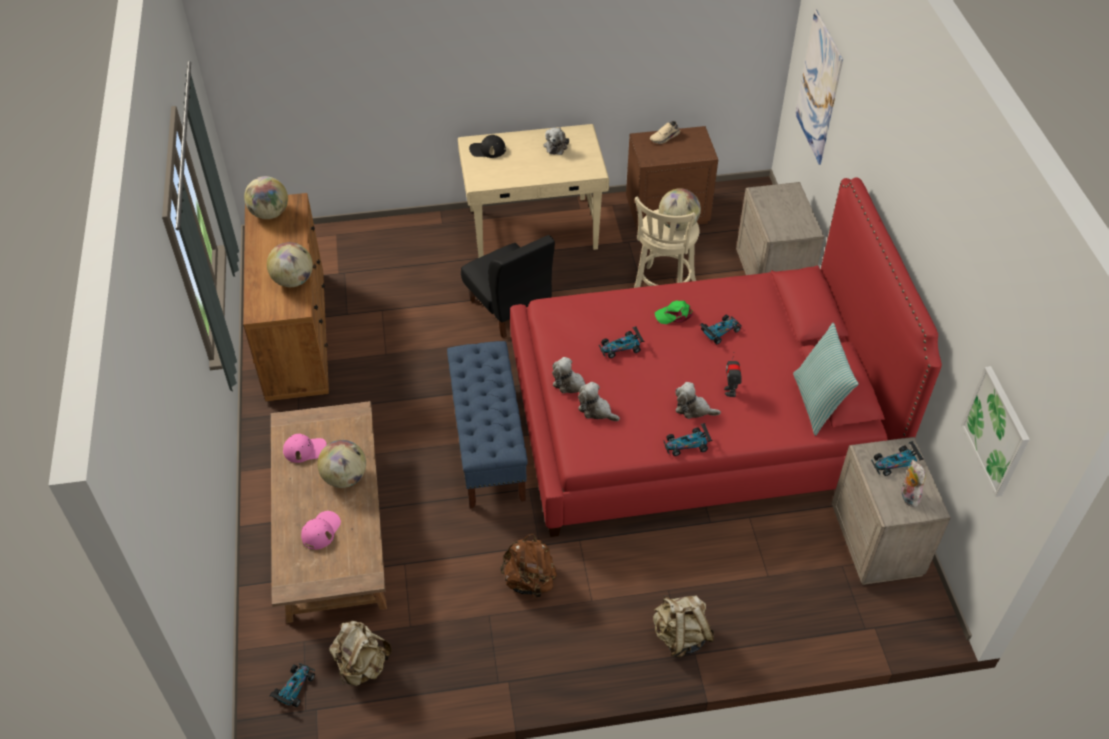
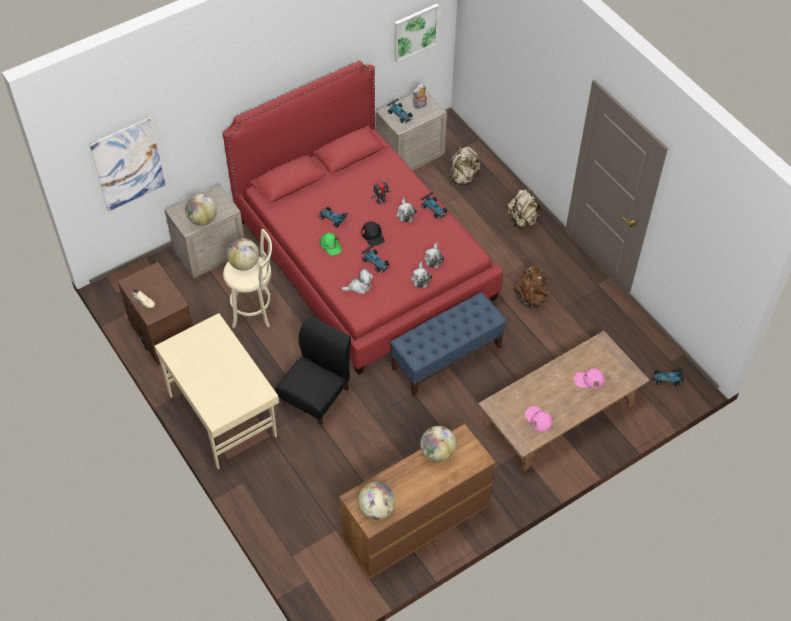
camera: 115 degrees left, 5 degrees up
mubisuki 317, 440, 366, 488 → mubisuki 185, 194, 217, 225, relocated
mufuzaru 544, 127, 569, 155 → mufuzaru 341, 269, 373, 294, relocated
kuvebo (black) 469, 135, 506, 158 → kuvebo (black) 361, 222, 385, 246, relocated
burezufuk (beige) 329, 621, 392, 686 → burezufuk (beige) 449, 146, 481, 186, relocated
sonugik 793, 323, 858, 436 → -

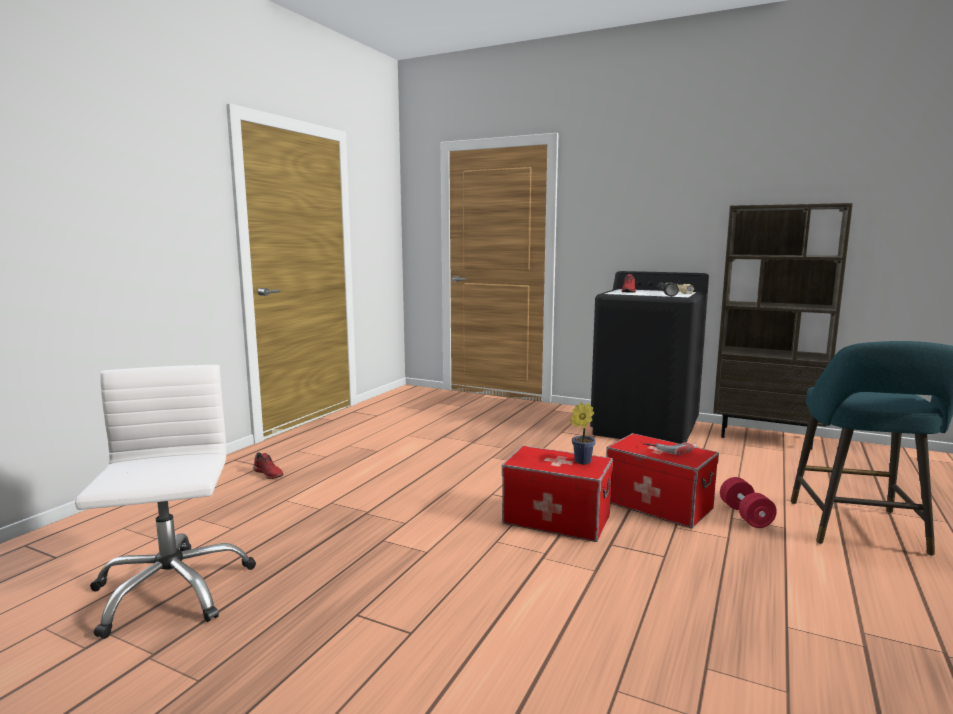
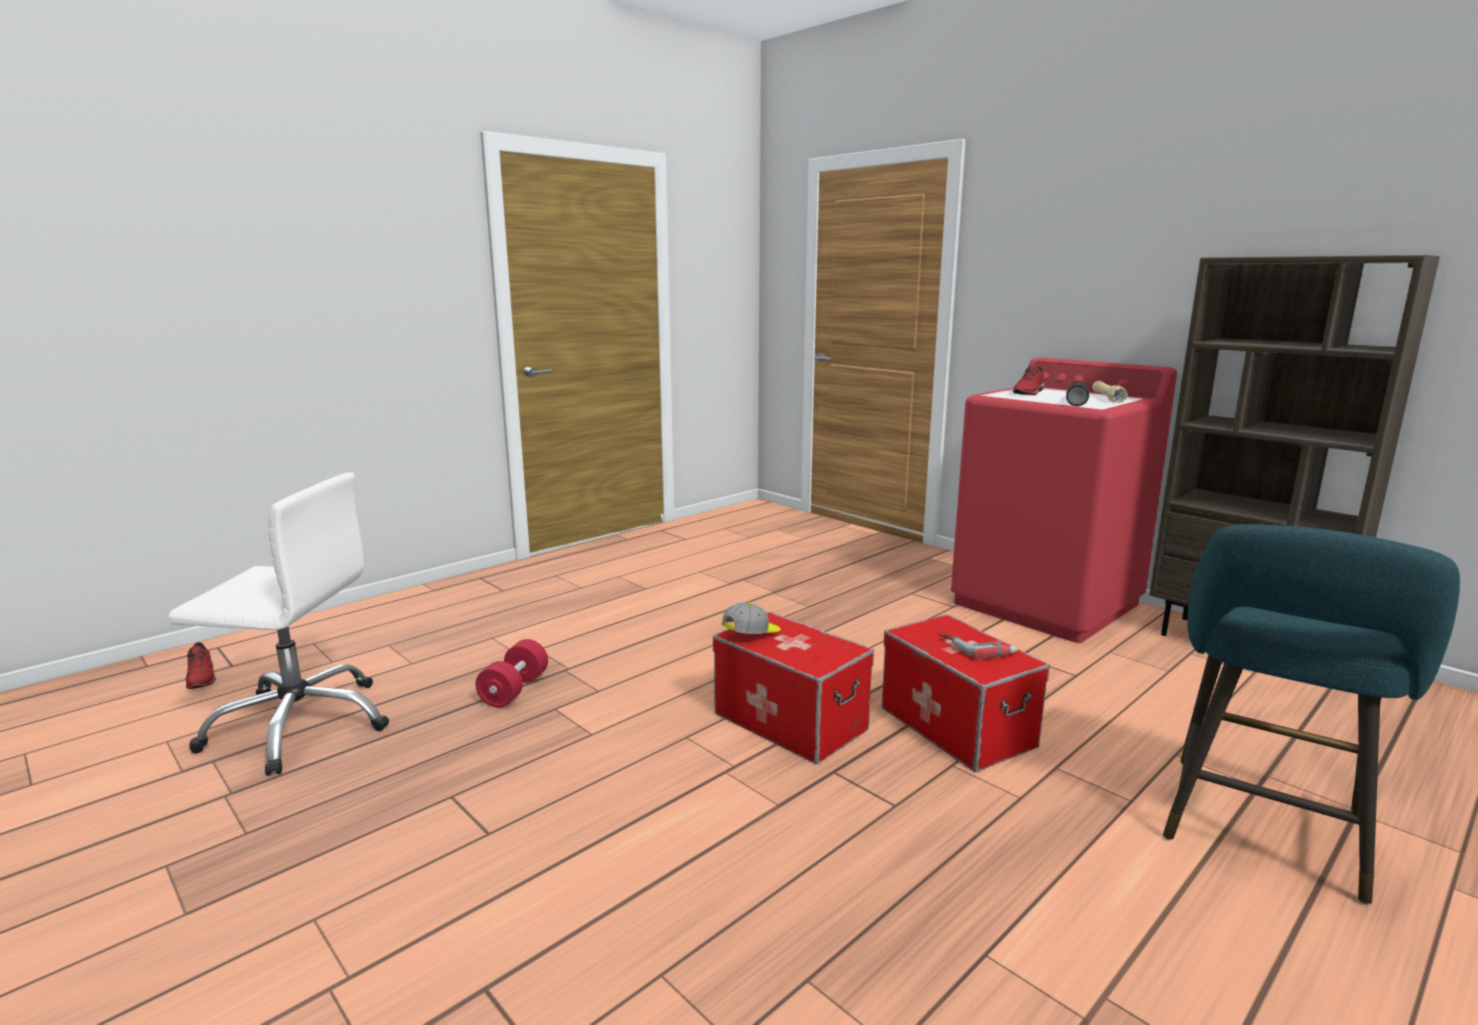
camera: 20 degrees right, 5 degrees up
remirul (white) 75, 365, 256, 639 → remirul (white) 168, 472, 389, 776, 90 degrees clockwise
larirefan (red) 253, 452, 284, 479 → larirefan (red) 186, 642, 216, 689, relocated
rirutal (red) 720, 477, 777, 528 → rirutal (red) 476, 639, 548, 708, relocated
- → kuvebo 722, 602, 781, 634
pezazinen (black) 590, 271, 709, 444 → pezazinen (red) 951, 358, 1177, 643
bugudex 570, 403, 596, 464 → -

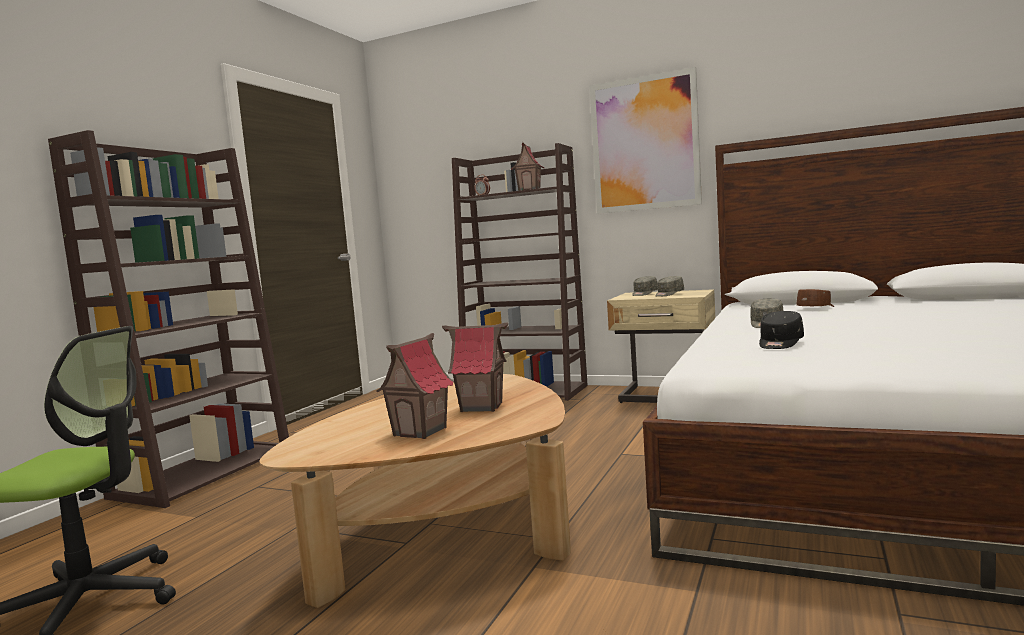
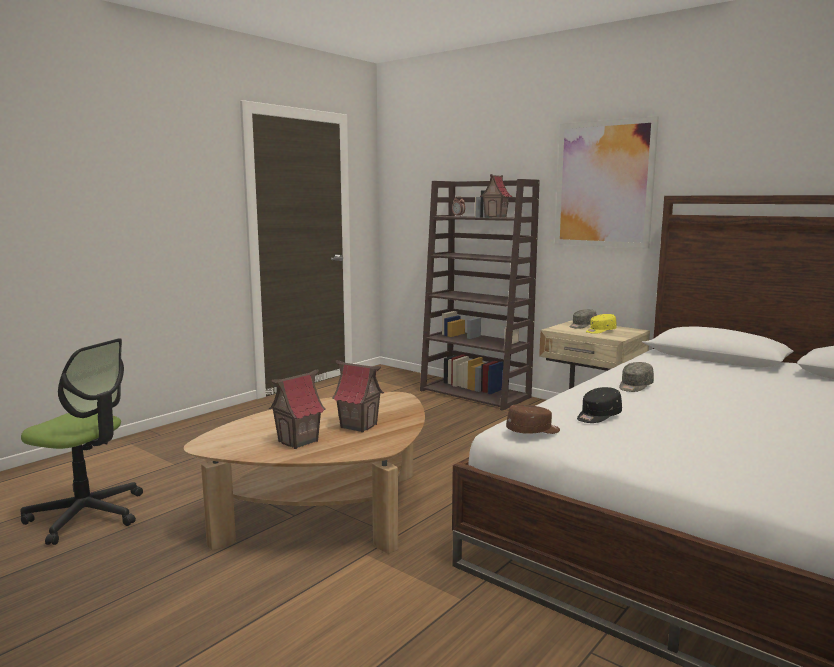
camera: 15 degrees right, 5 degrees up
kuvebo (brown) 797, 289, 834, 307 → kuvebo (brown) 506, 404, 560, 434, relocated
kuvebo (grey) 655, 276, 684, 296 → kuvebo (yellow) 586, 314, 617, 334
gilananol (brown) 48, 130, 289, 508 → -

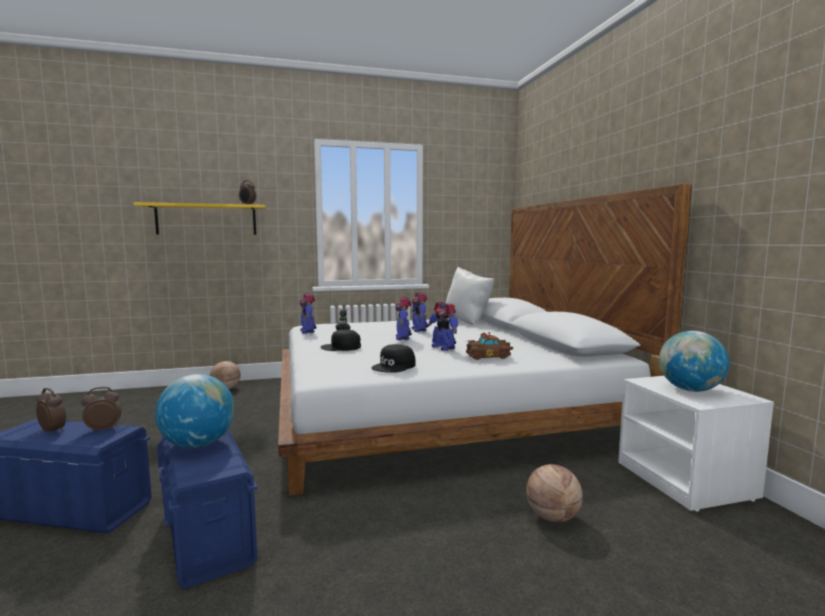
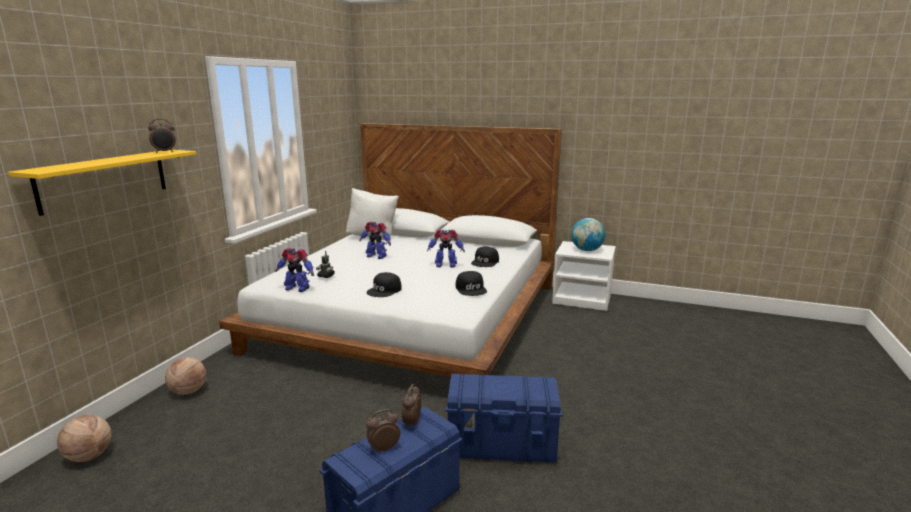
camera: 55 degrees left, 10 degrees up
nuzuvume 526, 464, 583, 522 → nuzuvume 57, 415, 112, 462, relocated
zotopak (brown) 466, 332, 513, 360 → kuvebo (black) 471, 247, 499, 267
mubisuki 155, 374, 235, 448 → -
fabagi 395, 297, 412, 340 → -

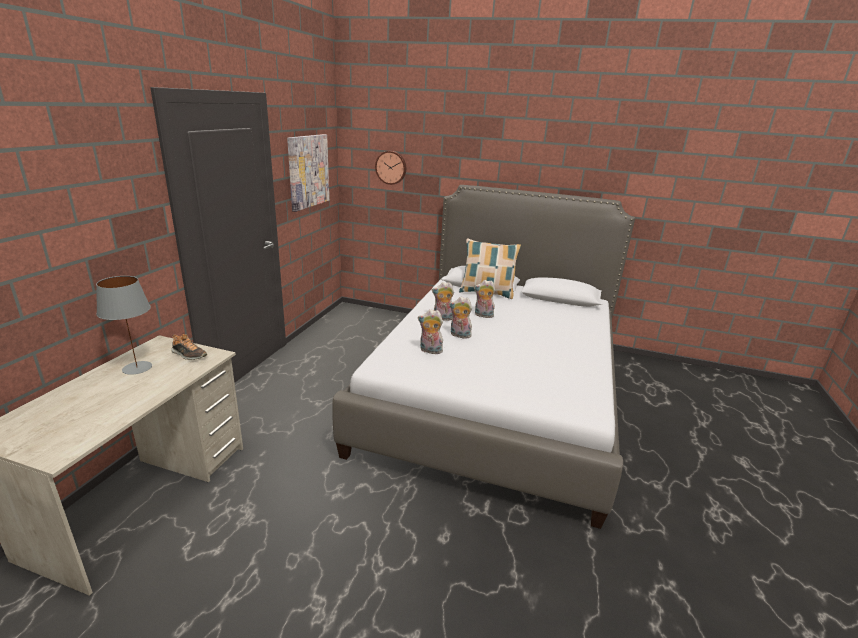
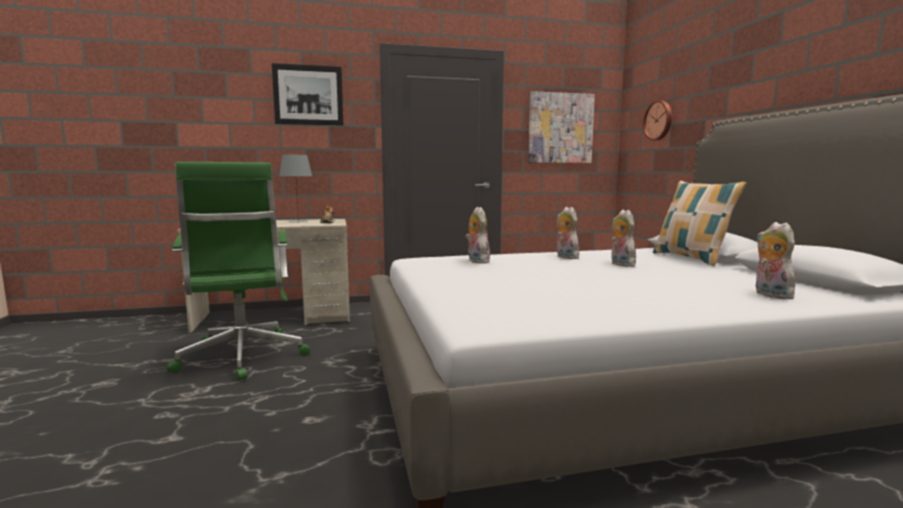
camera: 60 degrees right, 15 degrees down
- → remirul (green) 167, 162, 310, 381
- → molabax 272, 63, 343, 126
mufuzaru 449, 297, 472, 339 → mufuzaru 755, 222, 795, 299, relocated

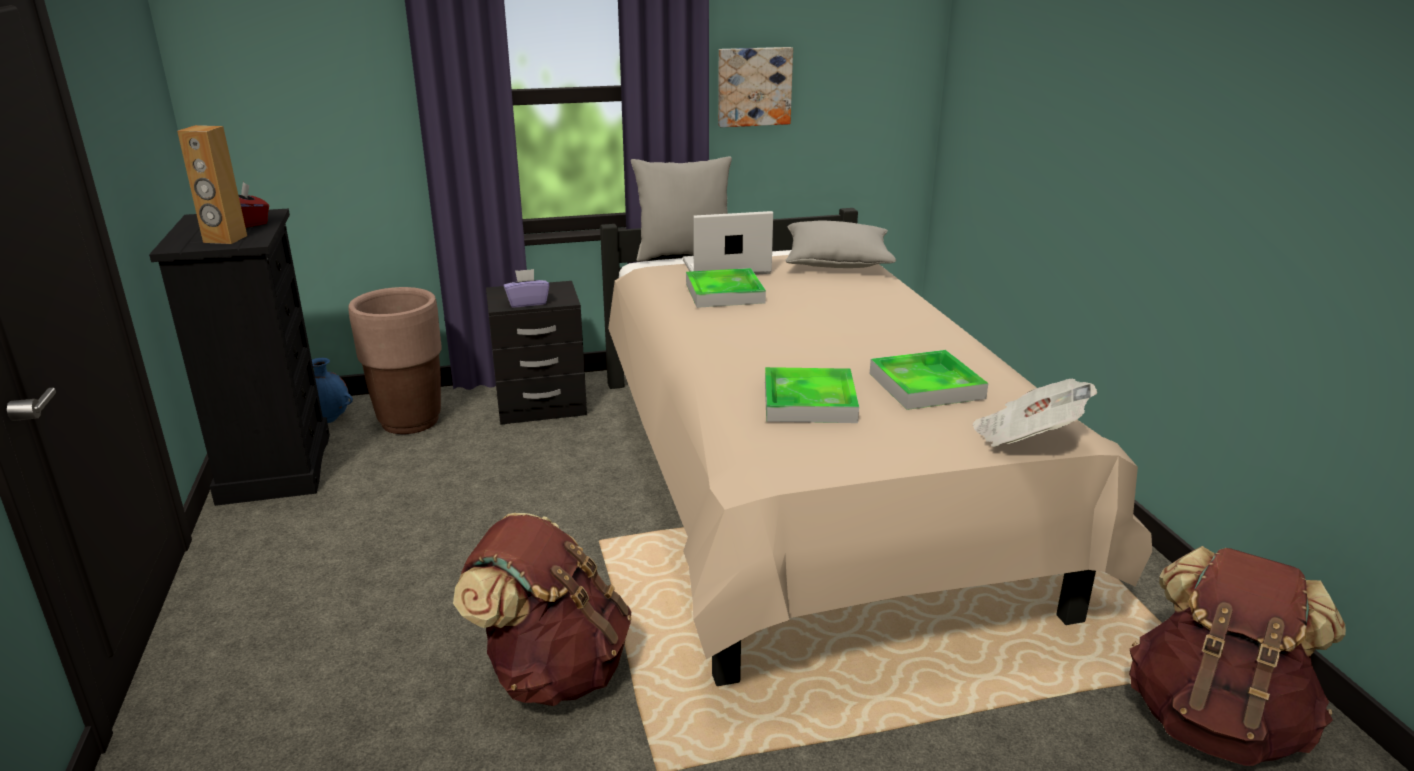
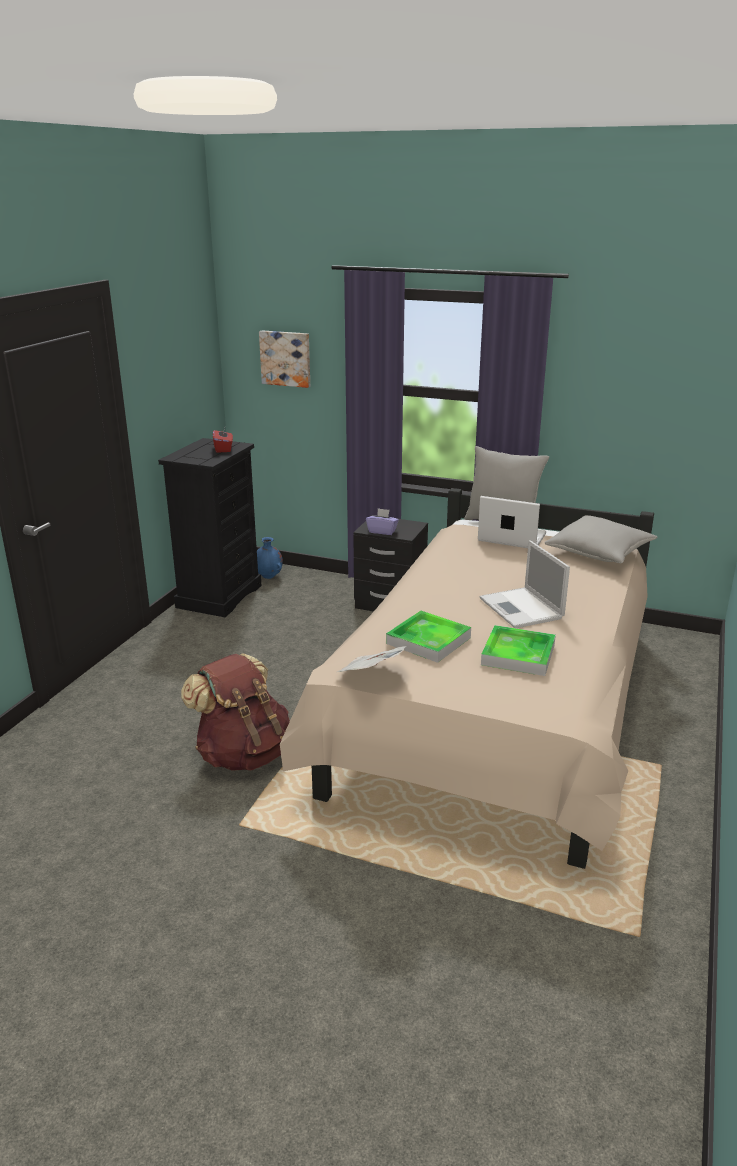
camera: 35 degrees right, 0 degrees up
molabax 718, 47, 793, 127 → molabax 259, 330, 310, 388, relocated
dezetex 972, 378, 1097, 447 → dezetex 337, 645, 410, 672, relocated
- → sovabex 480, 540, 570, 628
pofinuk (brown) 177, 125, 247, 244 → -
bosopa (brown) 348, 287, 442, 434 → -
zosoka 686, 268, 766, 308 → -
burezufuk (brown) 1129, 546, 1346, 766 → -

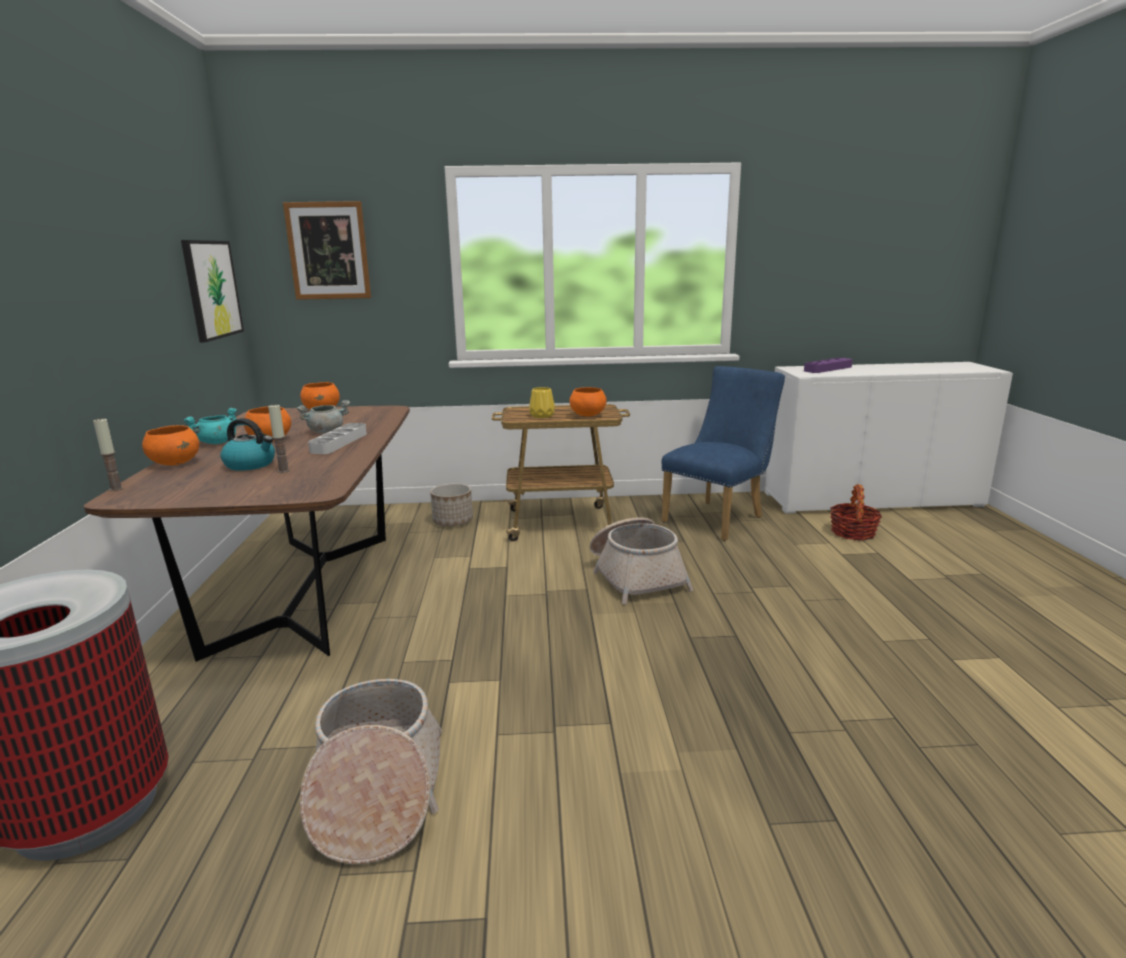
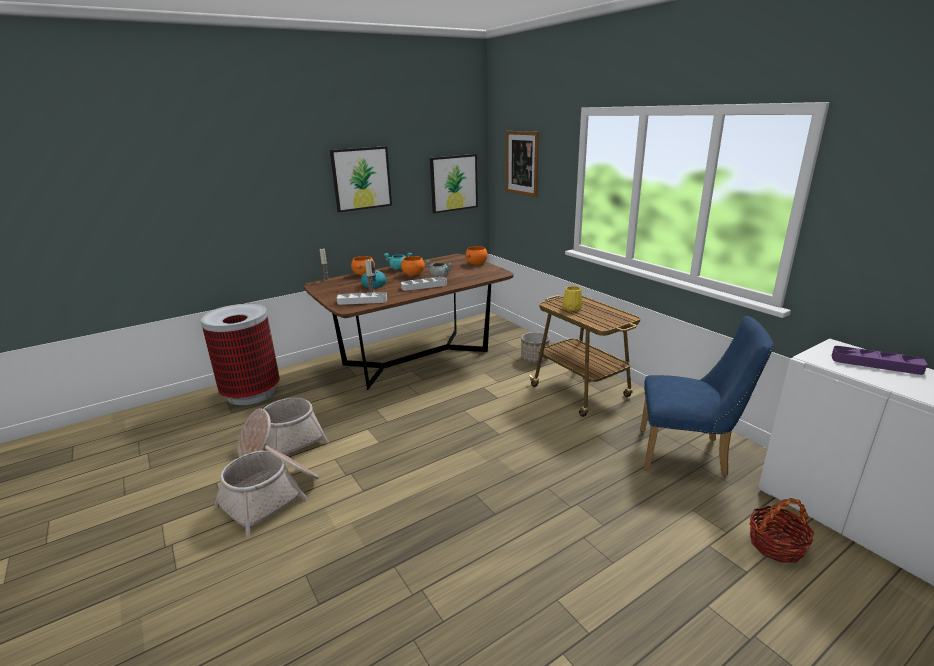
camera: 60 degrees right, 5 degrees up
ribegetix 590, 517, 693, 605 → ribegetix 214, 446, 319, 536, relocated
- → molabax 330, 146, 392, 212
- → zosoka (grey) 337, 292, 387, 305
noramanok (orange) 569, 387, 607, 416 → -

